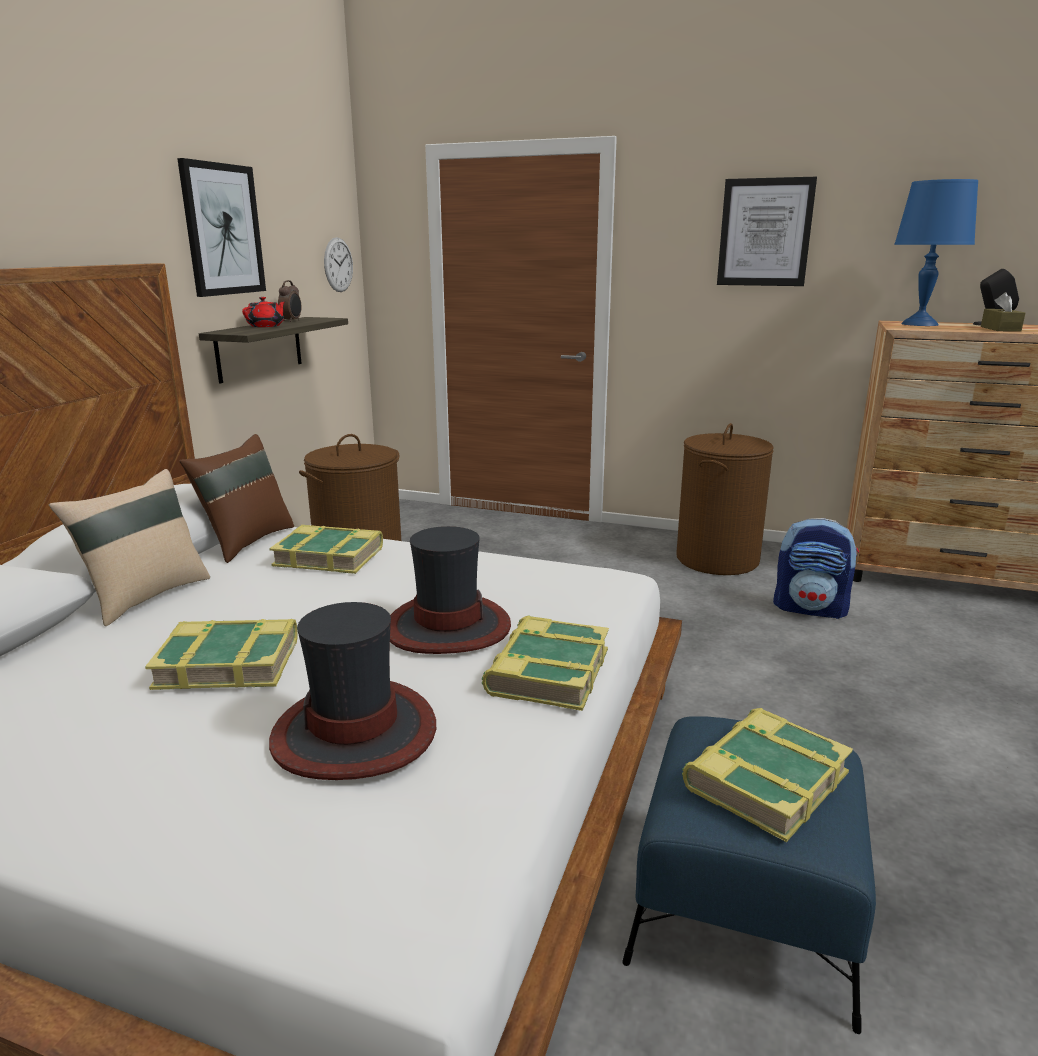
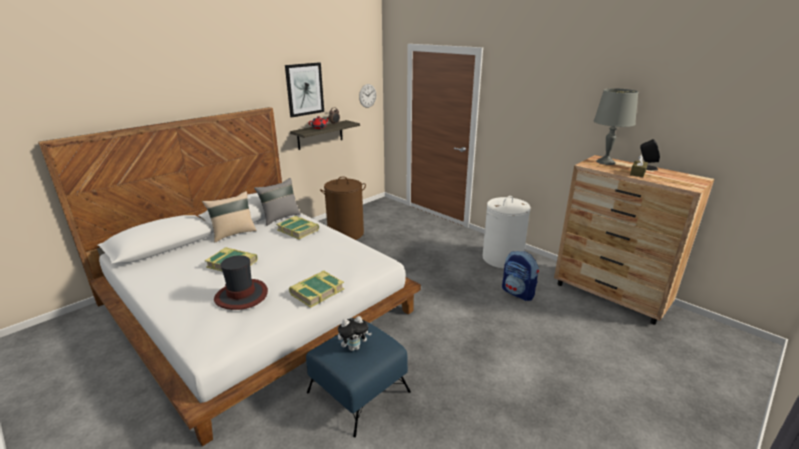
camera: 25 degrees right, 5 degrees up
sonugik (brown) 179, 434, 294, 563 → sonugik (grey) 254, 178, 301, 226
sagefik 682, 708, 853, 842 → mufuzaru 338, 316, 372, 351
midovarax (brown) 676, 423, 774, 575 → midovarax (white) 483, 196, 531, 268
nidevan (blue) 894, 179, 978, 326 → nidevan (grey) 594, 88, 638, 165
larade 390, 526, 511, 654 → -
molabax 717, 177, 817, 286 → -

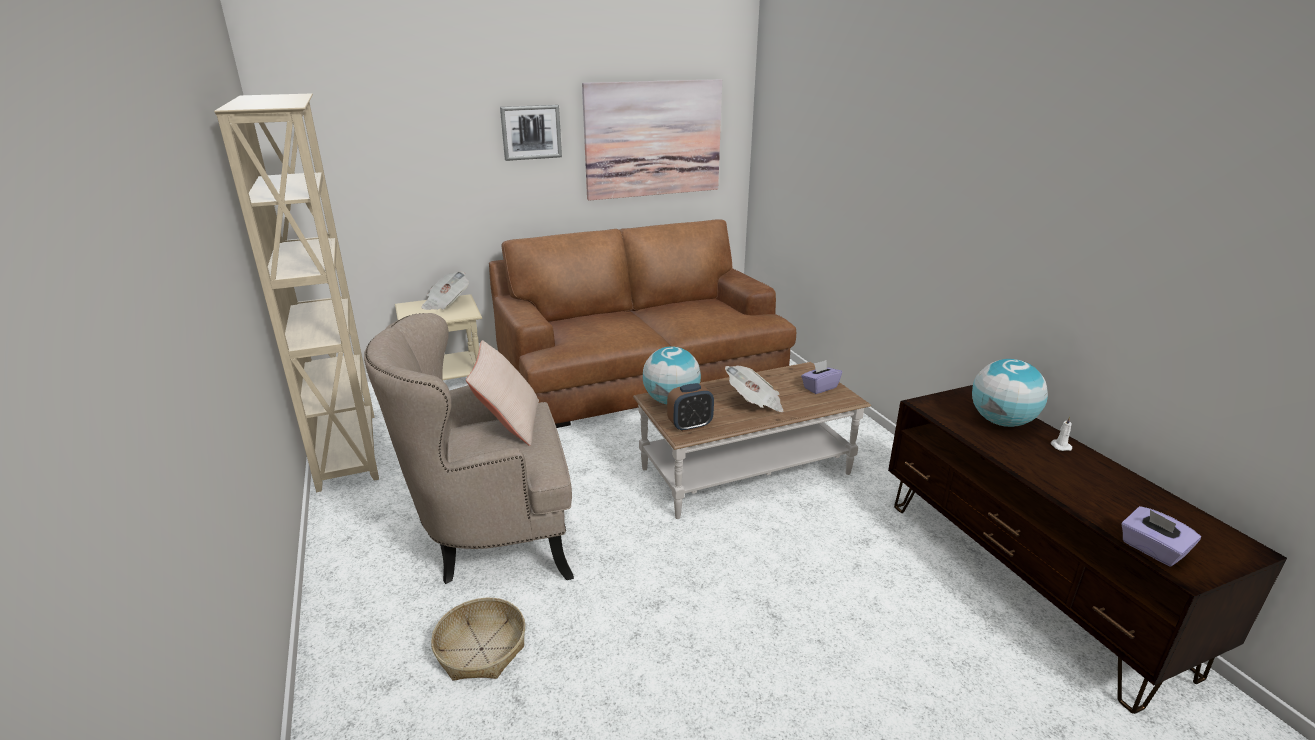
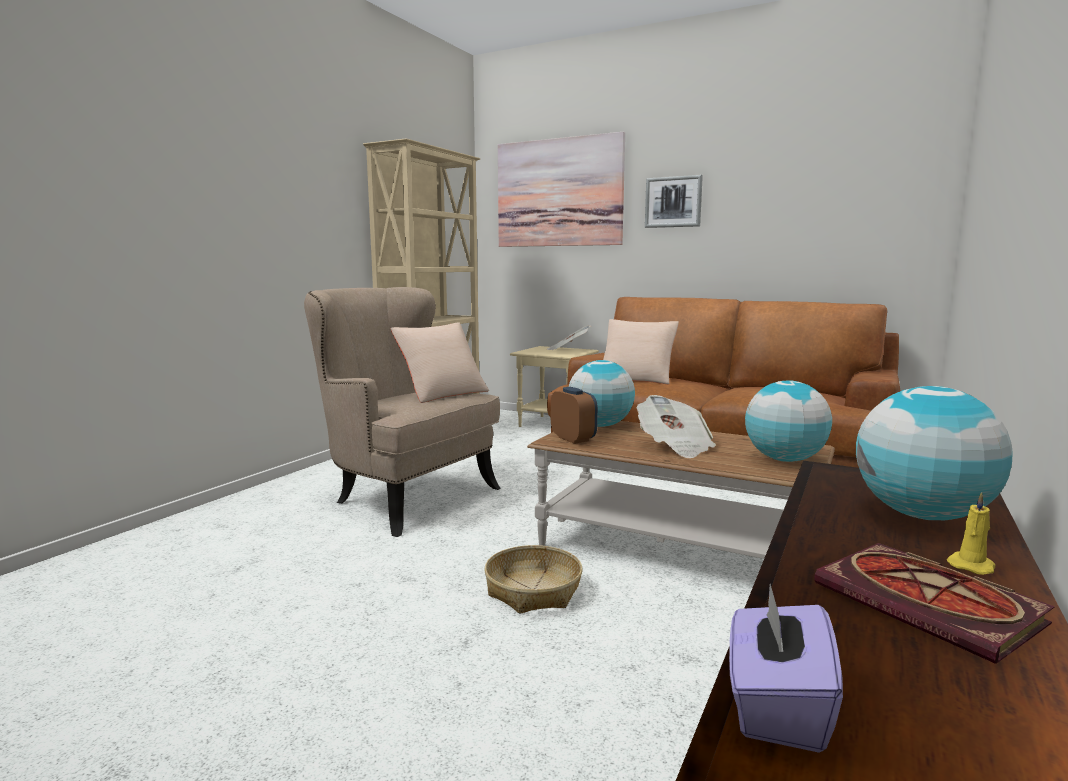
camera: 50 degrees right, 15 degrees down
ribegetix 431, 598, 525, 680 → ribegetix 484, 545, 583, 614, relocated
molabax 582, 79, 722, 201 → molabax 498, 132, 625, 247, relocated
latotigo 667, 383, 714, 432 → latotigo 551, 387, 598, 444, 150 degrees counterclockwise
- → sonugik (beige) 603, 319, 679, 384
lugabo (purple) 801, 360, 842, 394 → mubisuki 745, 380, 832, 462
- → sagefik 814, 543, 1055, 664
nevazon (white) 1050, 416, 1072, 451 → nevazon (yellow) 947, 492, 995, 575

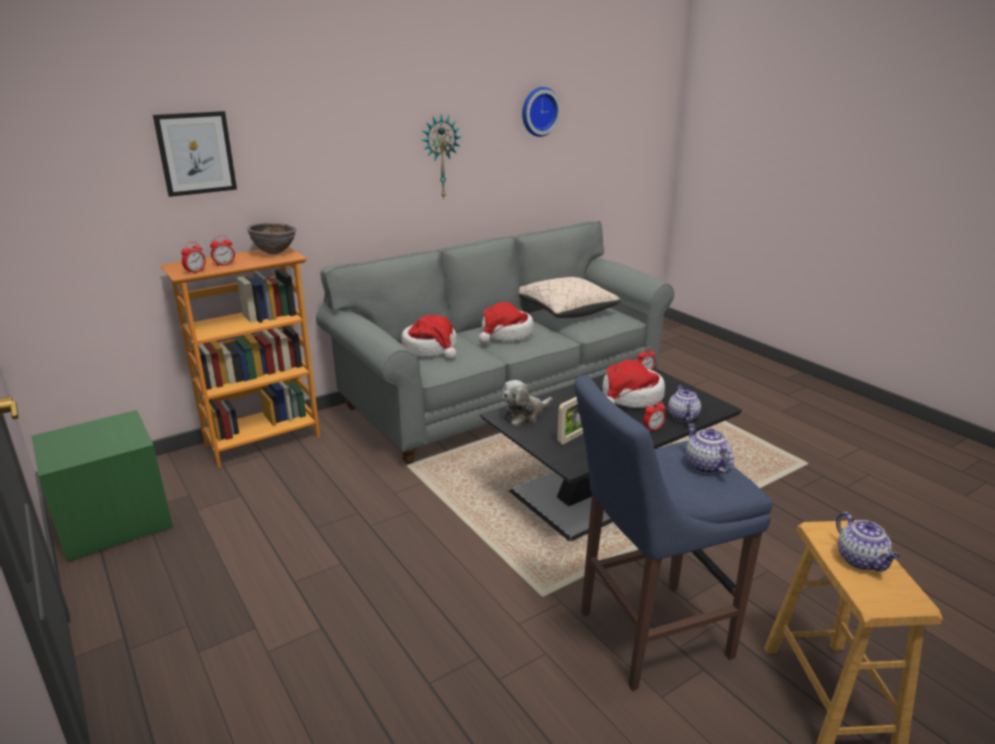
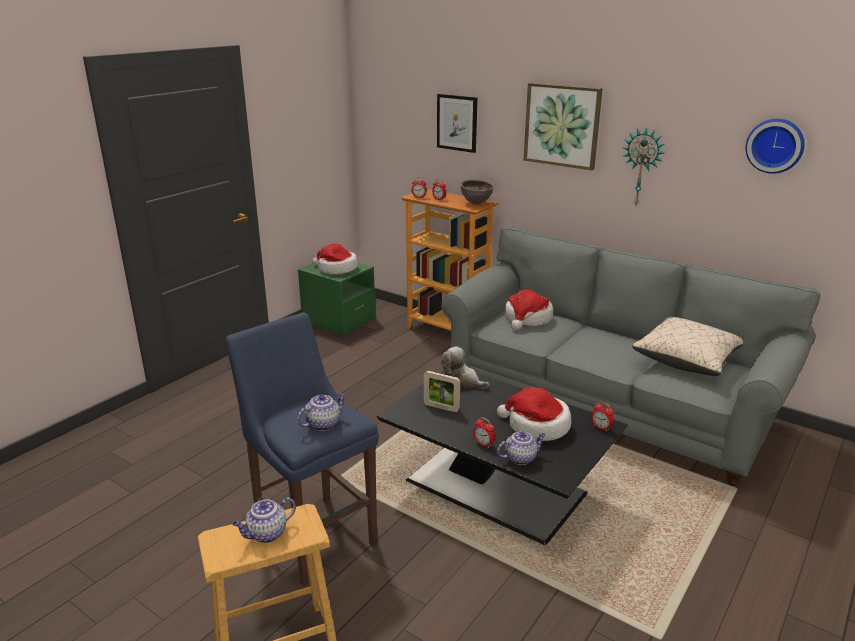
camera: 70 degrees right, 0 degrees up
larade 478, 302, 534, 344 → larade 312, 243, 358, 274, relocated
- → molabax 524, 83, 603, 170

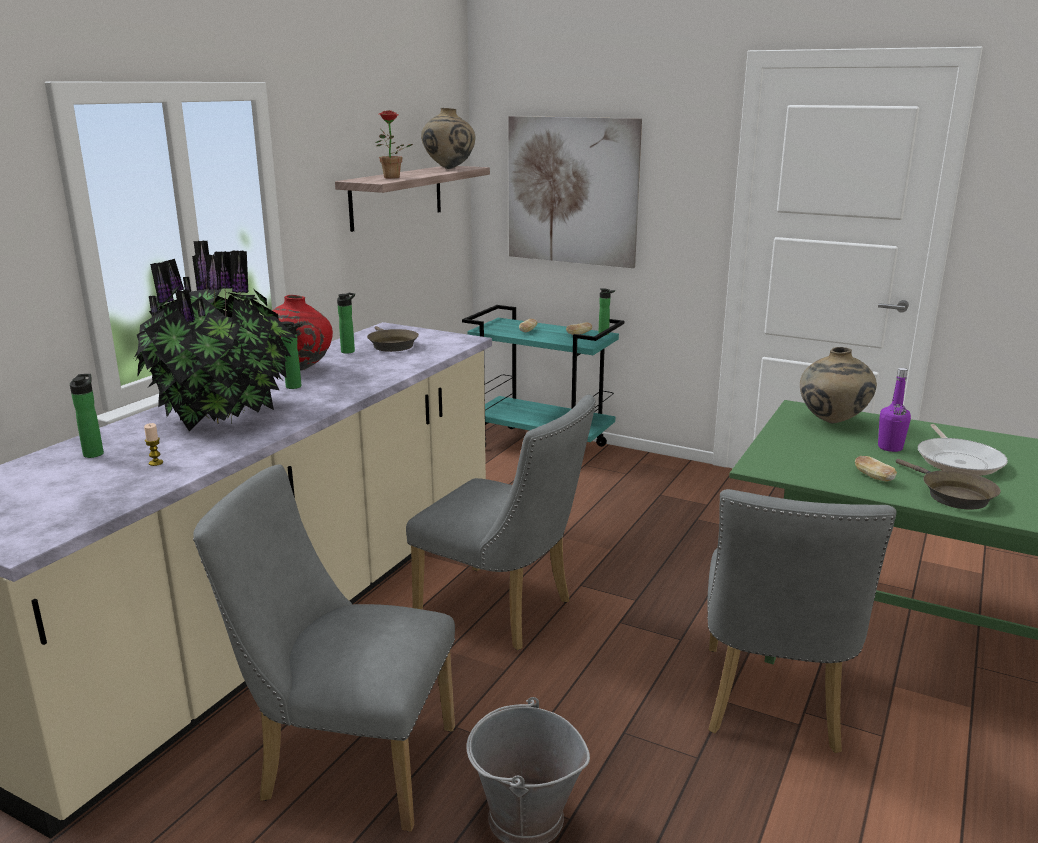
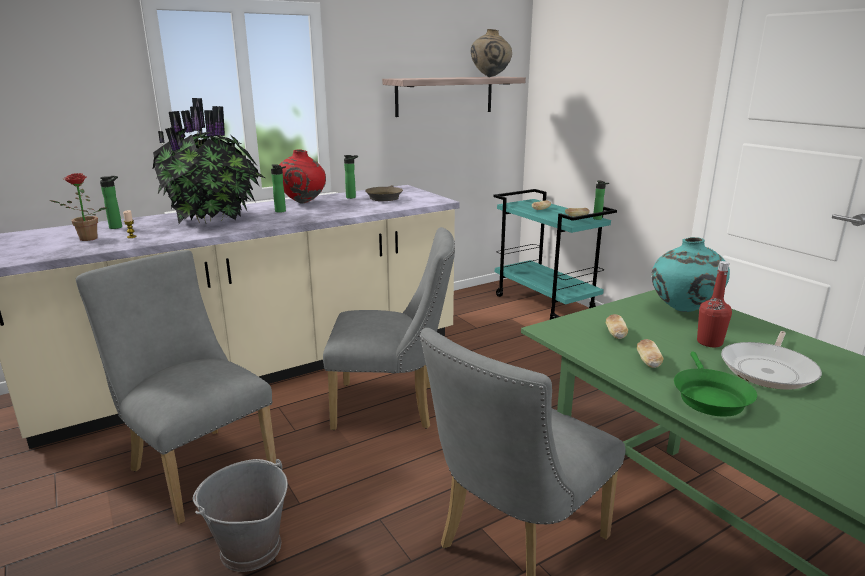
camera: 30 degrees right, 0 degrees up
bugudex 376, 110, 413, 179 → bugudex 50, 173, 107, 241, relocated
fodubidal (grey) 406, 395, 596, 650 → fodubidal (grey) 323, 227, 455, 430, 60 degrees counterclockwise
- → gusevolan 606, 314, 628, 339
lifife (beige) 800, 347, 877, 423 → lifife (turquoise) 652, 237, 730, 312
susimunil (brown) 896, 459, 1001, 510 → susimunil (green) 674, 352, 757, 417
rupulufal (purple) 878, 368, 911, 452 → rupulufal (red) 697, 261, 732, 347
molabax 508, 116, 642, 268 → -

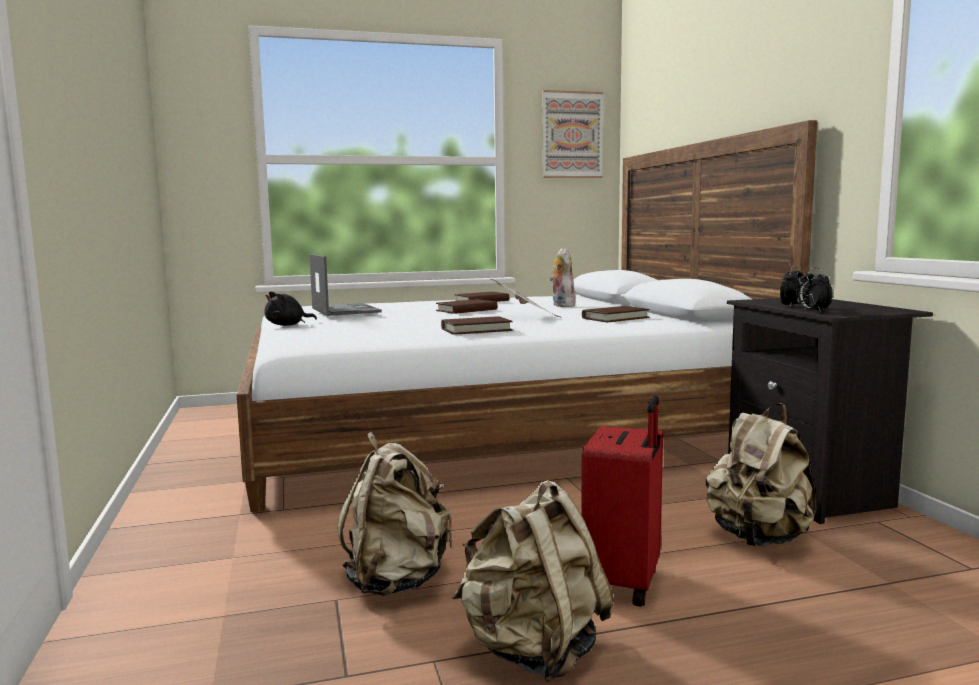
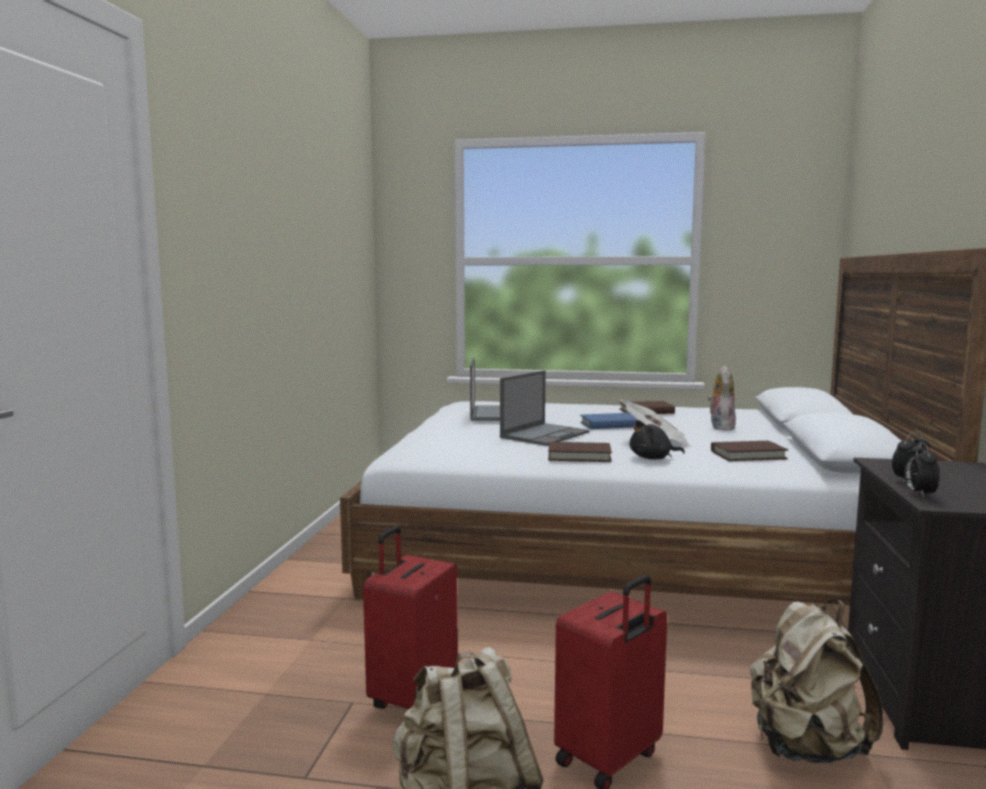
camera: 25 degrees right, 0 degrees up
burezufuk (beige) 337, 432, 453, 596 → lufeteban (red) 363, 526, 458, 709
- → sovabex 500, 370, 590, 446
sagefik (brown) 436, 299, 497, 314 → sagefik (blue) 580, 413, 637, 429
mufuzaru (black) 264, 291, 317, 326 → mufuzaru (black) 630, 420, 685, 459, relocated
molabax 542, 90, 604, 178 → -

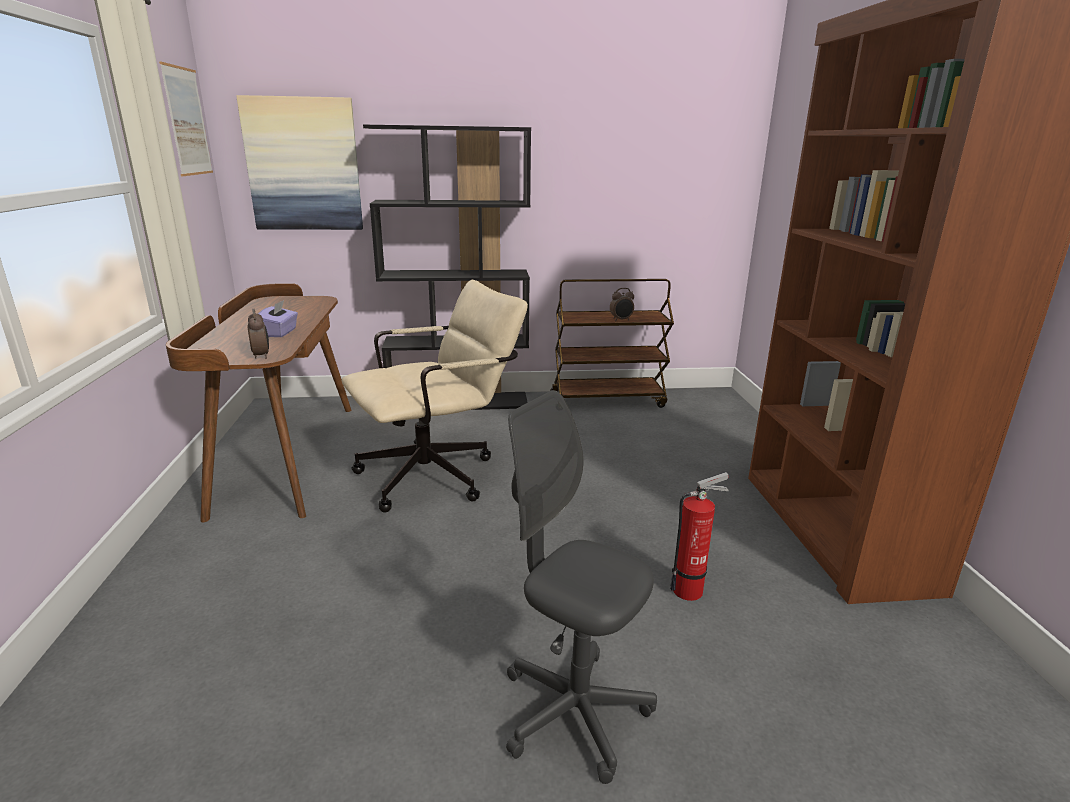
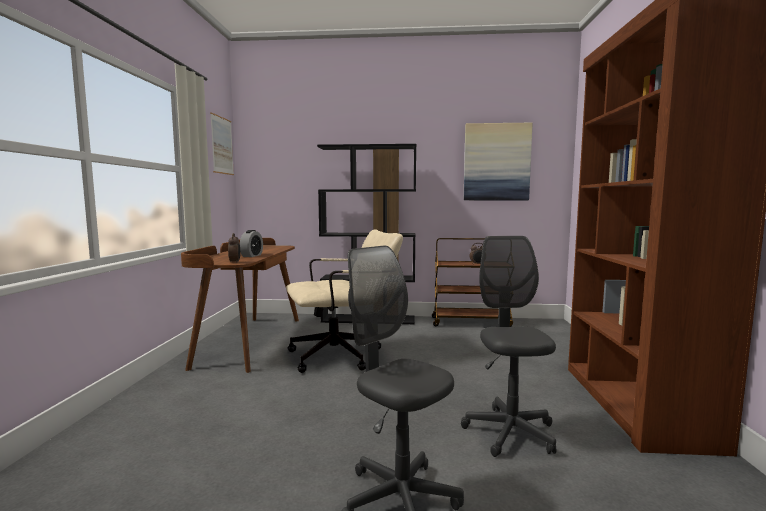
camera: 10 degrees right, 15 degrees down
lugabo (purple) 258, 300, 298, 337 → latotigo 240, 230, 263, 257
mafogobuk 670, 472, 729, 601 → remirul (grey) 461, 236, 556, 457
molabax 236, 95, 363, 230 → molabax 464, 123, 533, 200, relocated

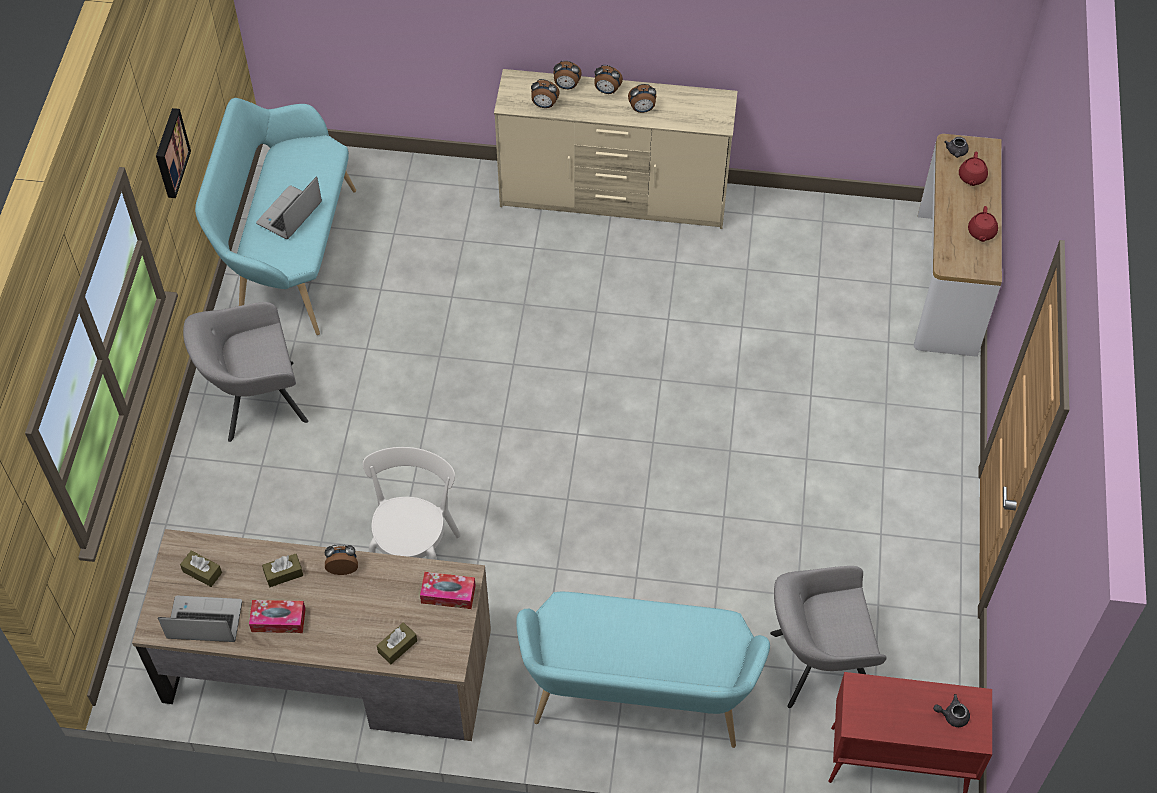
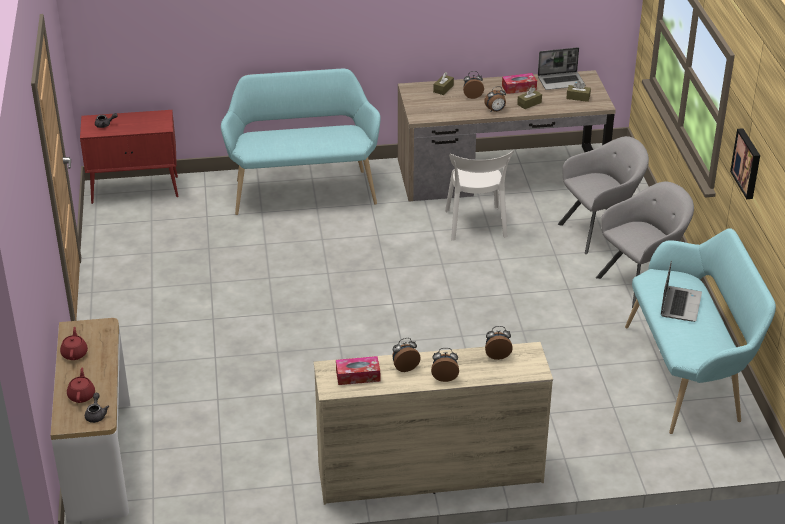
camera: 165 degrees right, 20 degrees down
lugabo 420, 572, 476, 609 → lugabo 336, 356, 380, 385, relocated
latotigo 553, 60, 582, 89 → latotigo 463, 71, 484, 99, relocated
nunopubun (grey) 770, 566, 887, 708 → nunopubun (grey) 558, 136, 649, 254, relocated

